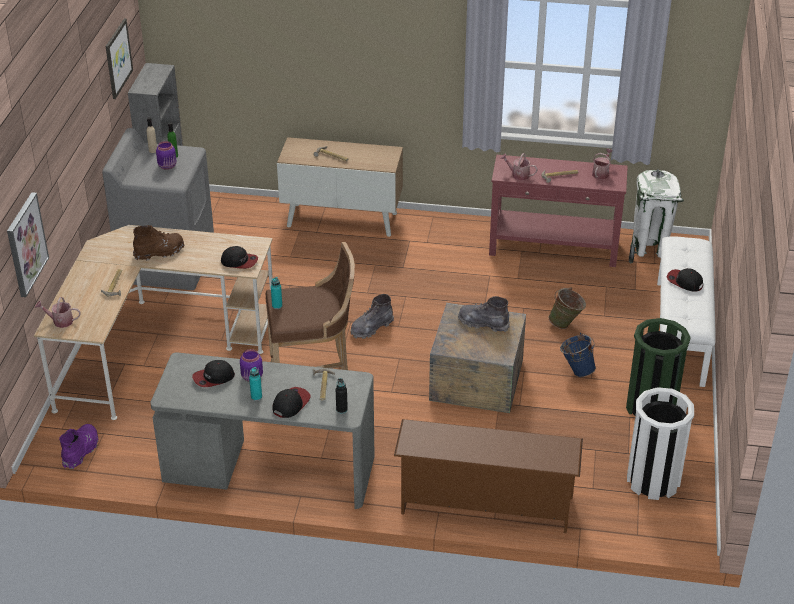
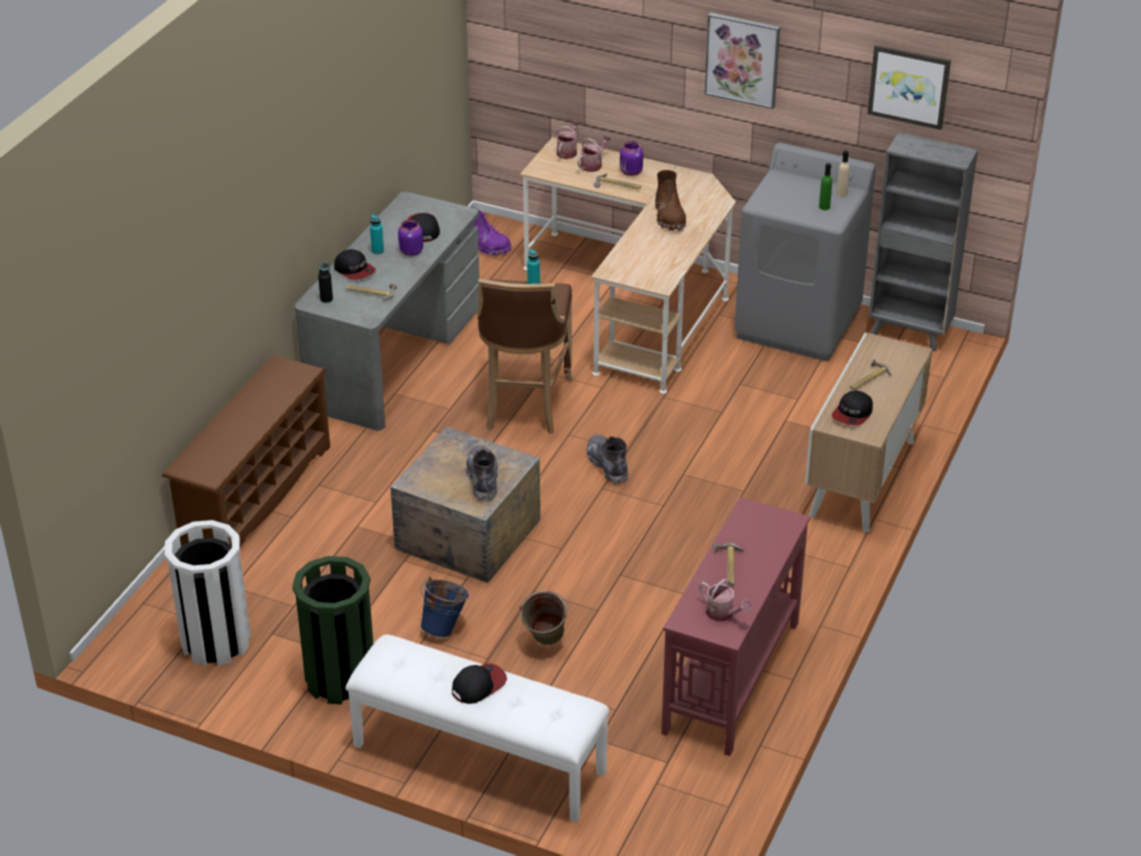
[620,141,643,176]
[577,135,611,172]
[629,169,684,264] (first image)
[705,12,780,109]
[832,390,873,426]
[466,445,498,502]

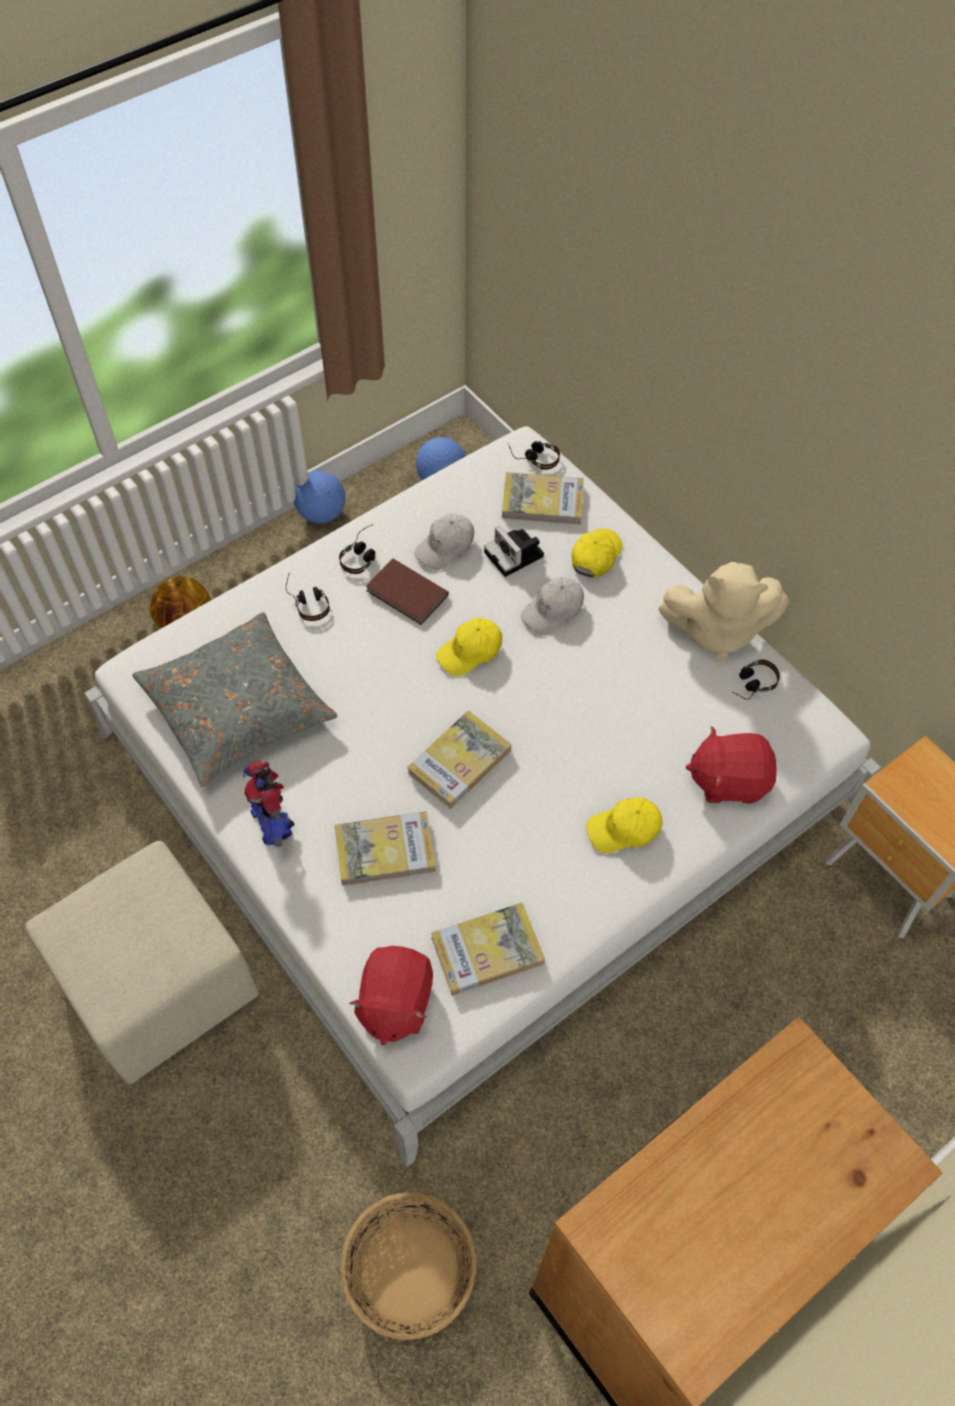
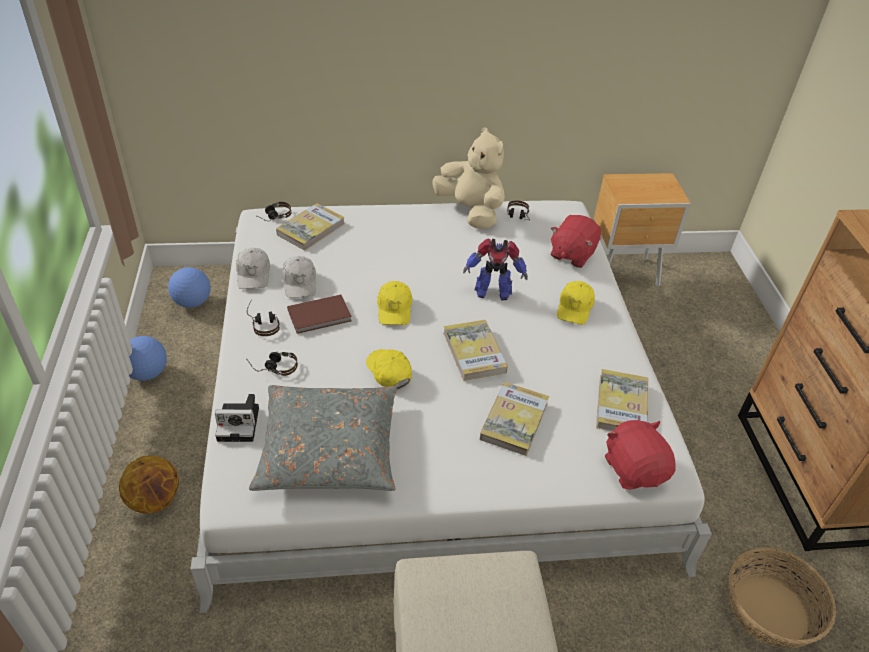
[215,394,259,442]
[366,349,412,390]
[432,127,505,229]
[236,248,270,289]
[463,239,528,300]
[605,420,675,490]

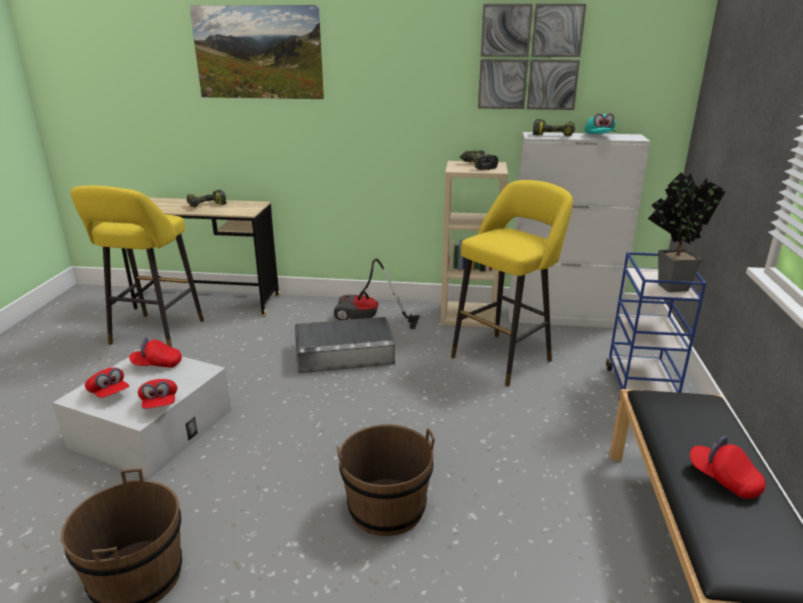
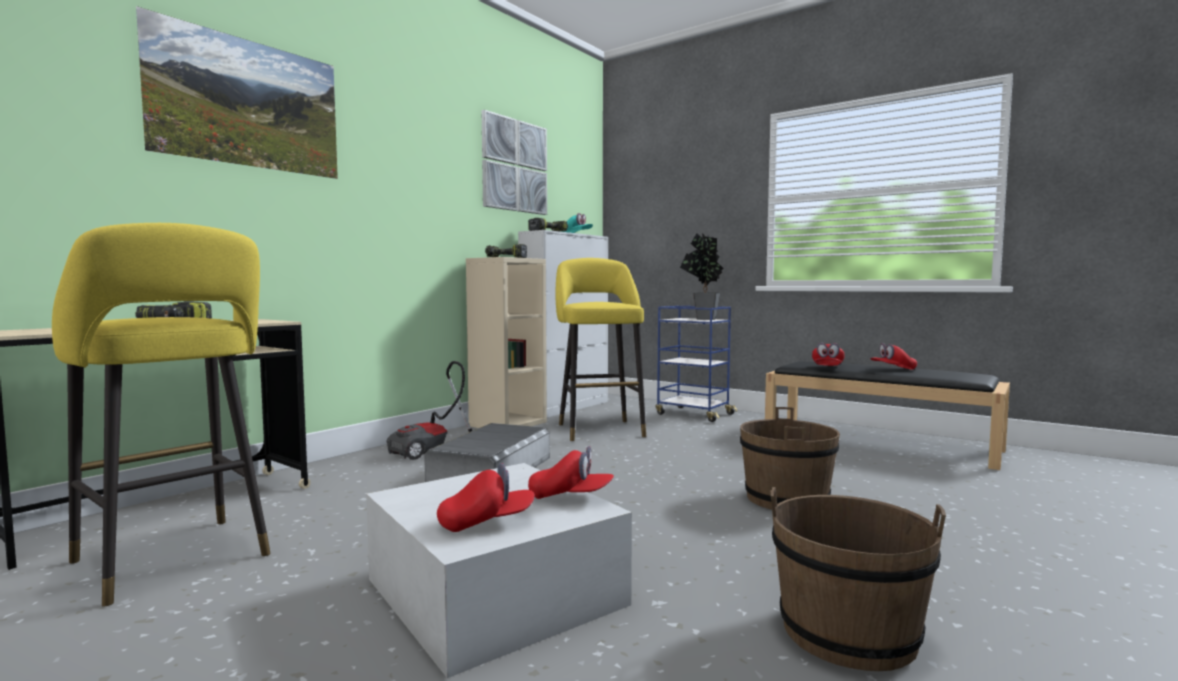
[812,343,845,366]

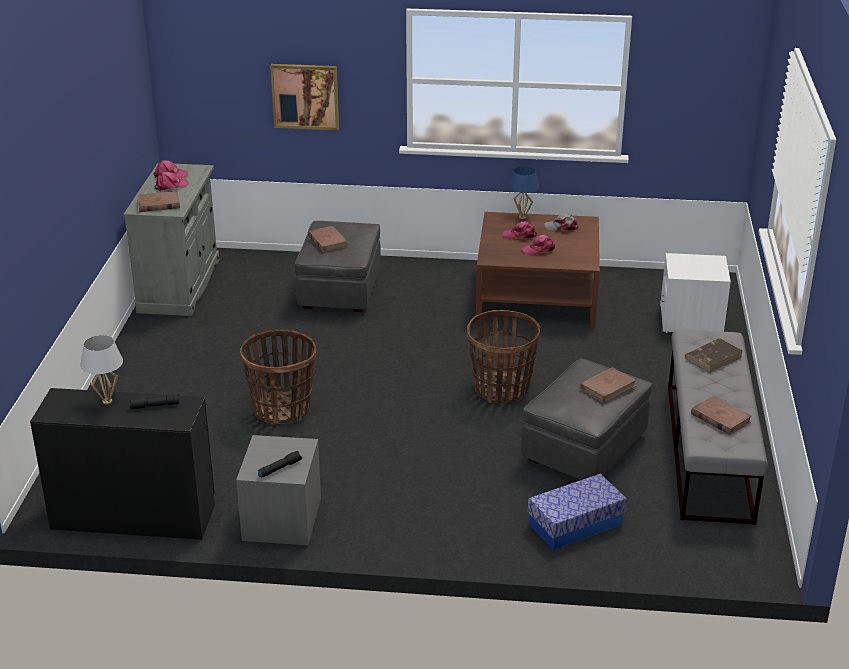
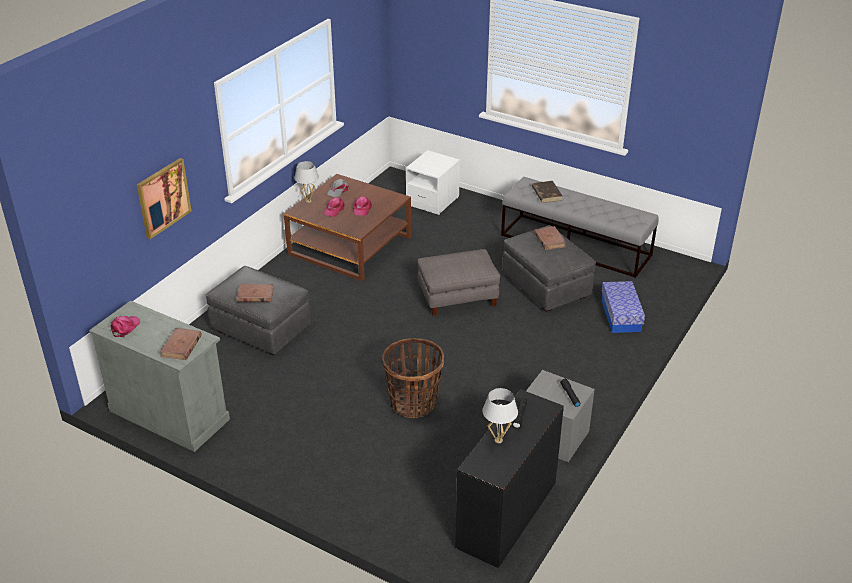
[294,161,319,203]
[155,172,189,191] (first image)
[418,249,500,316]
[691,396,752,435] (first image)

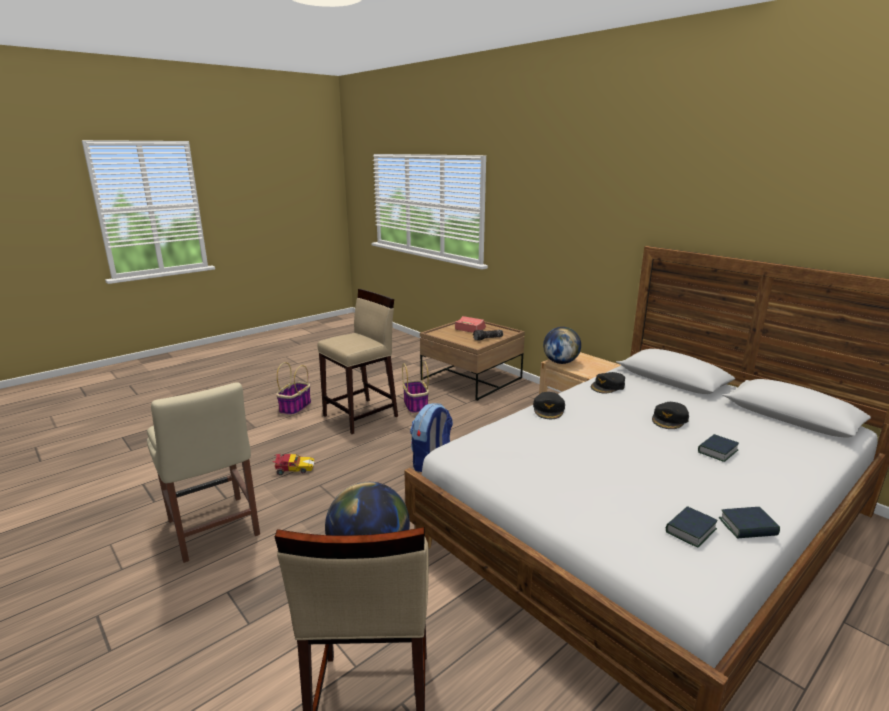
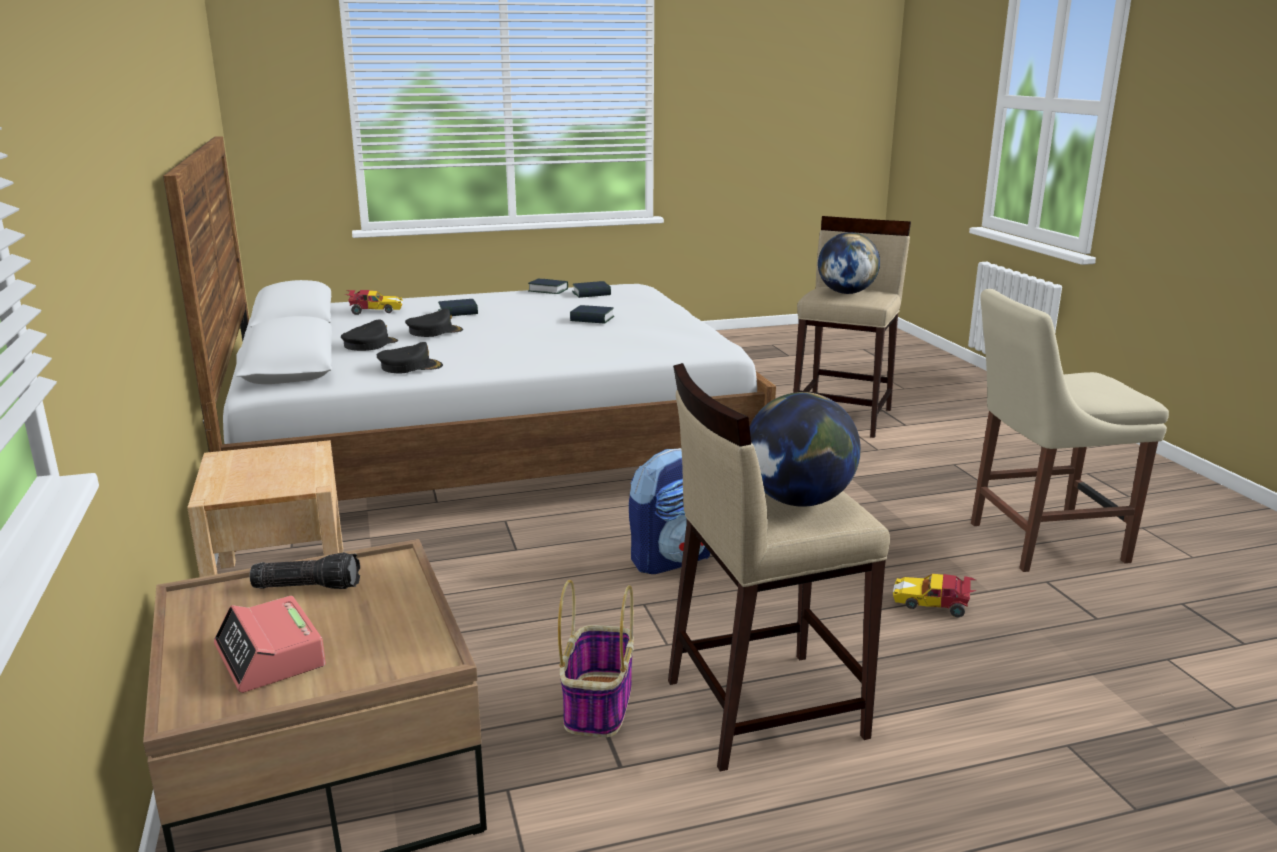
[750,392,861,507]
[276,362,311,415] (first image)
[971,289,1169,572]
[341,319,398,351]
[345,290,403,315]
[570,305,614,324]

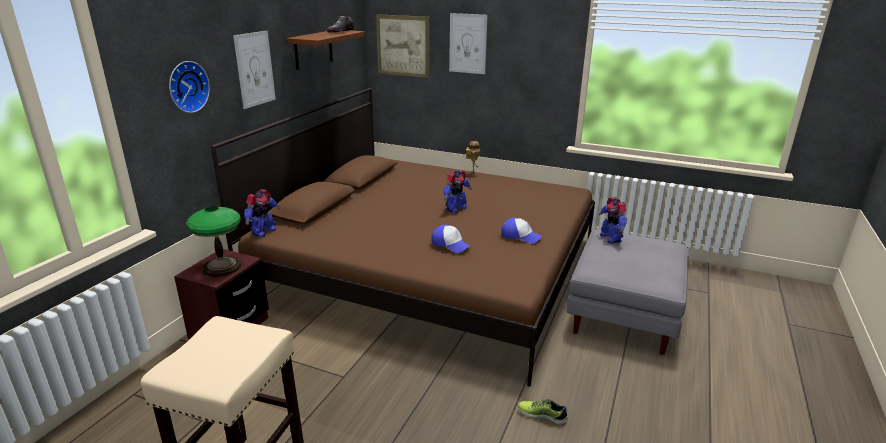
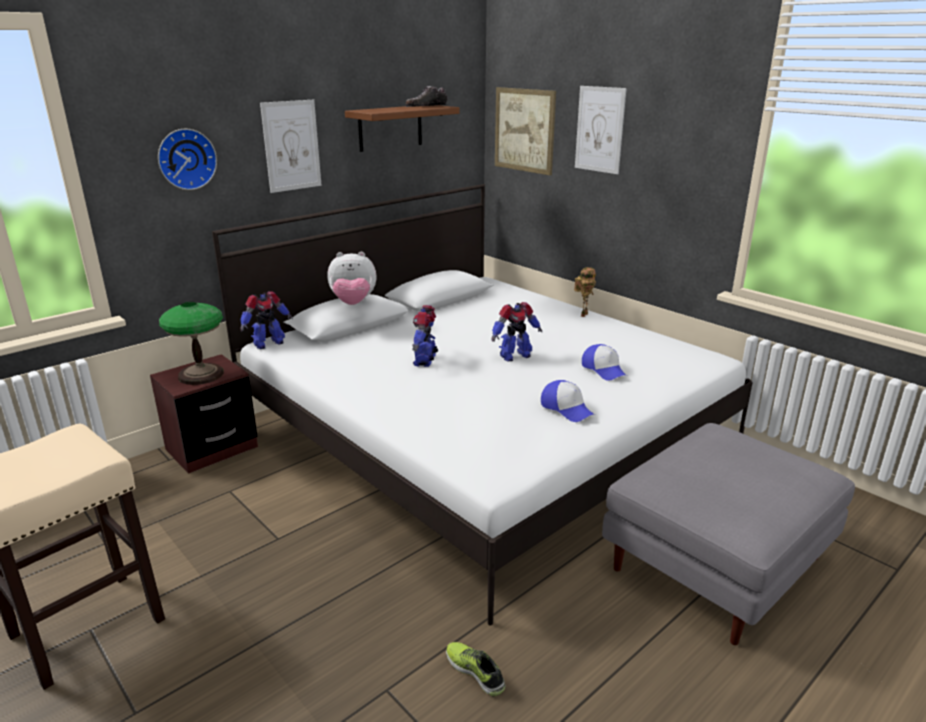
[212,184,753,626]
[412,305,438,367]
[582,344,627,381]
[327,252,377,305]

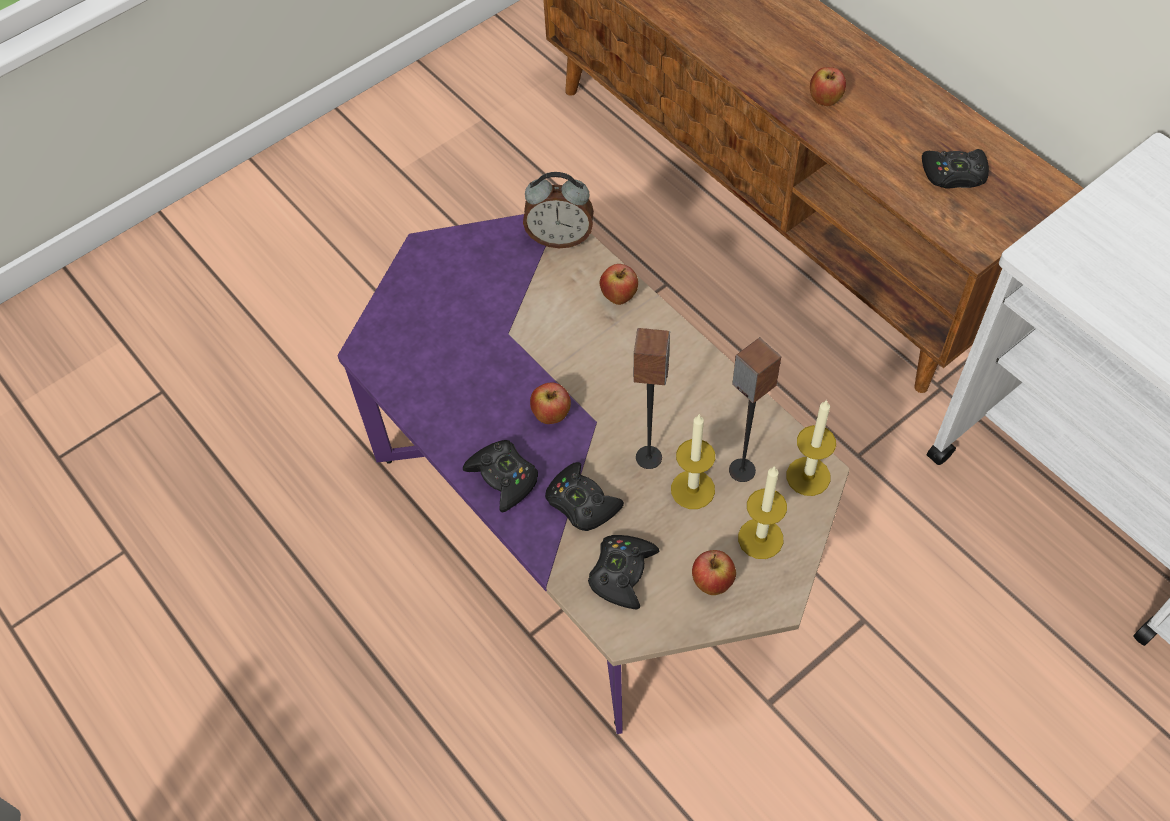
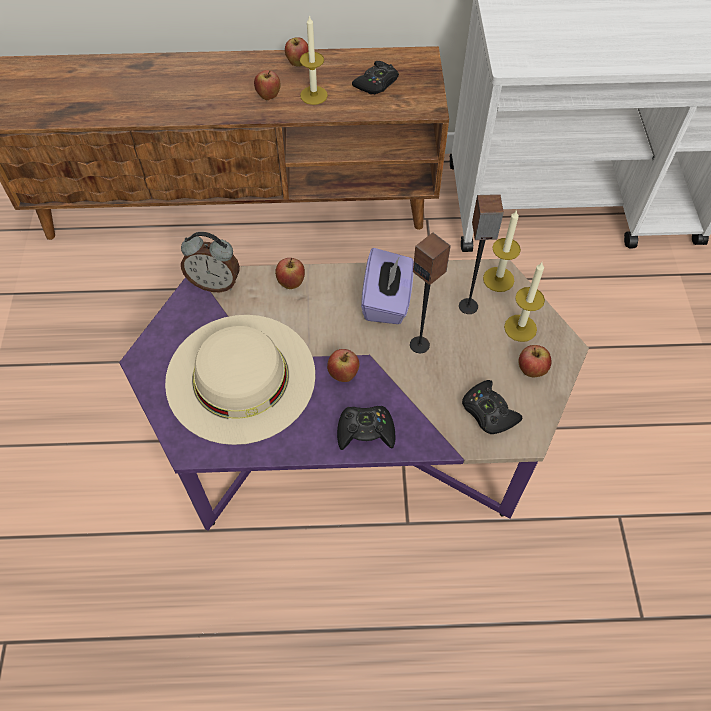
[181,232,240,292]
[300,15,328,105]
[545,462,624,531] (first image)
[285,37,308,67]
[361,248,414,324]
[165,315,315,445]

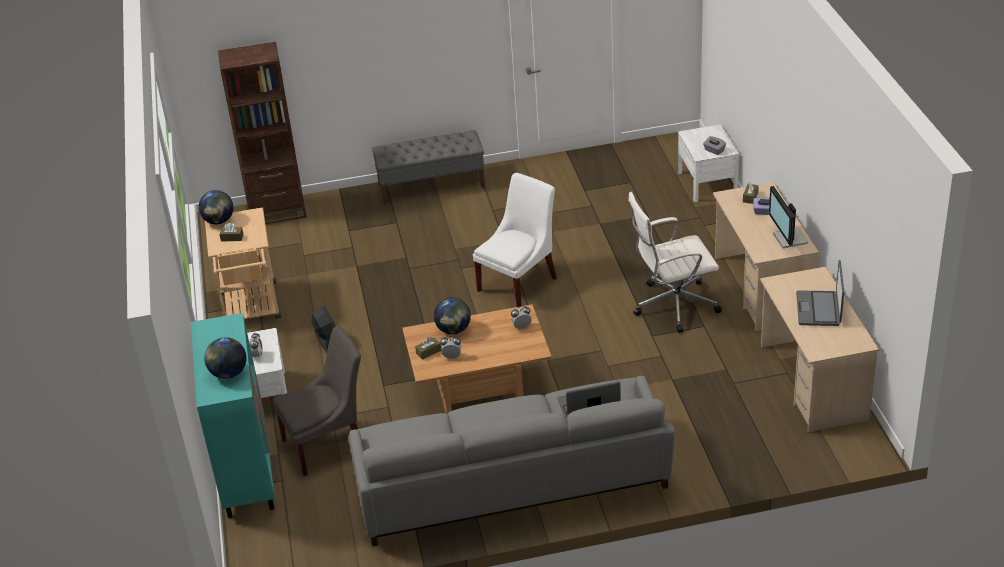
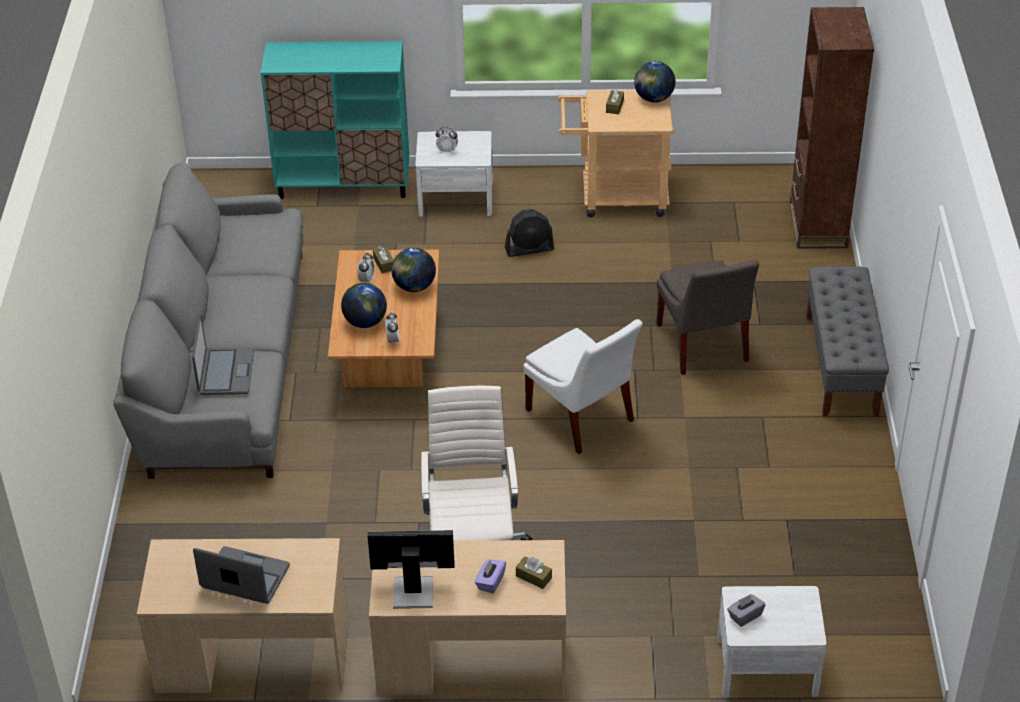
[656,260,759,375]
[341,283,387,328]

